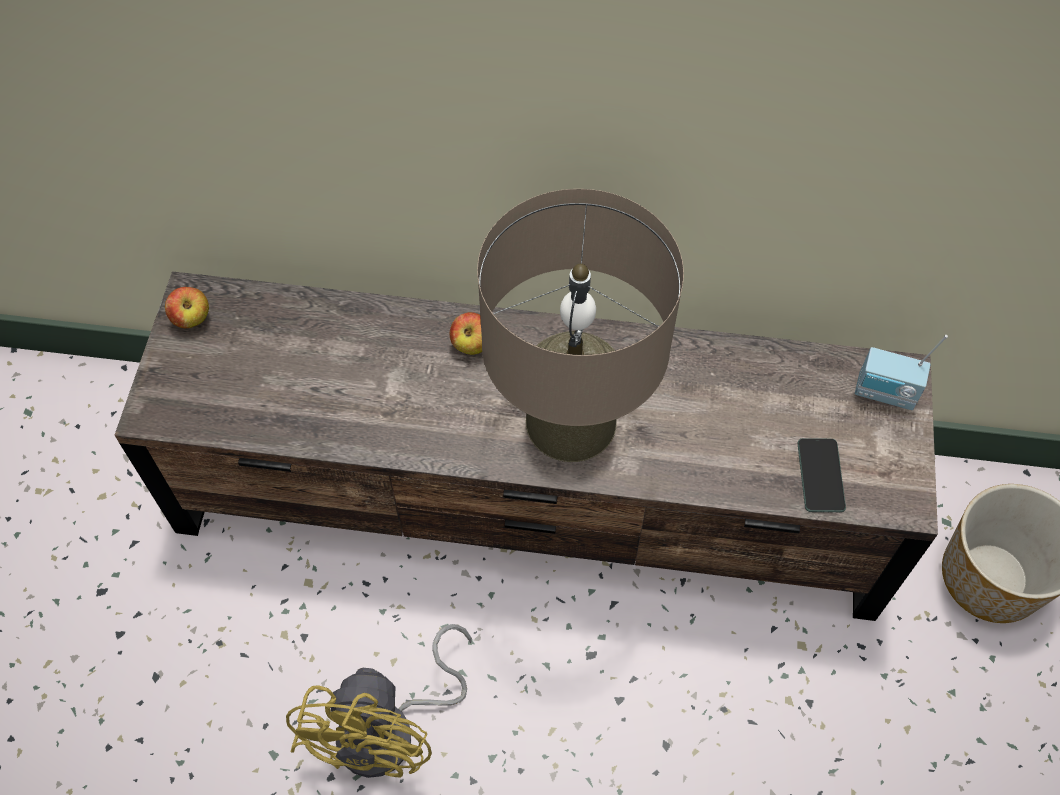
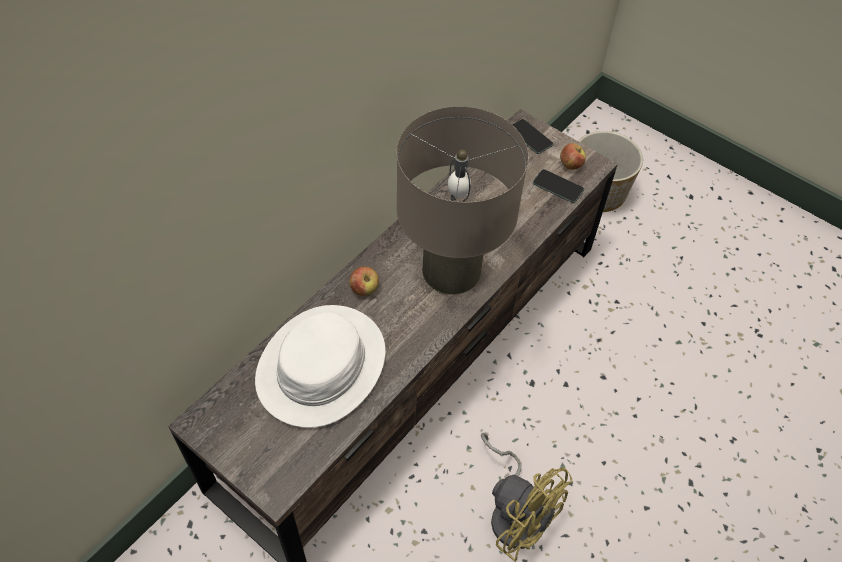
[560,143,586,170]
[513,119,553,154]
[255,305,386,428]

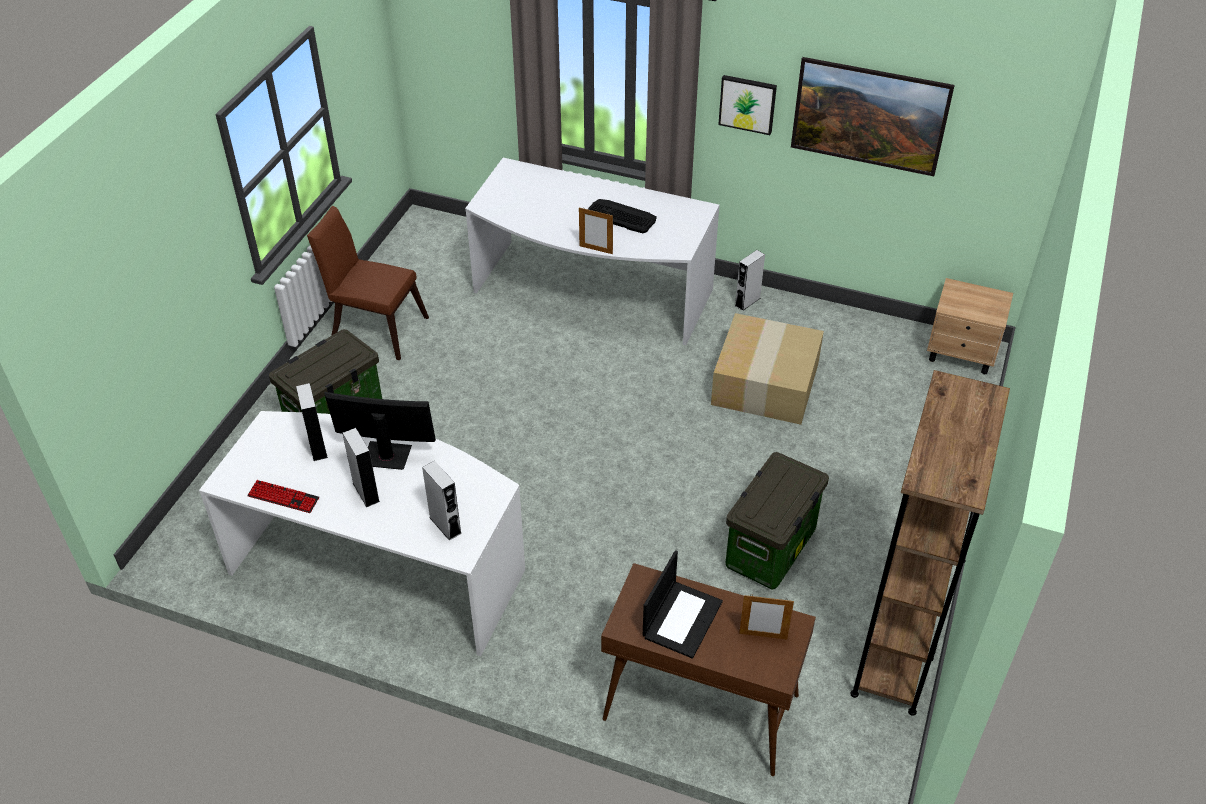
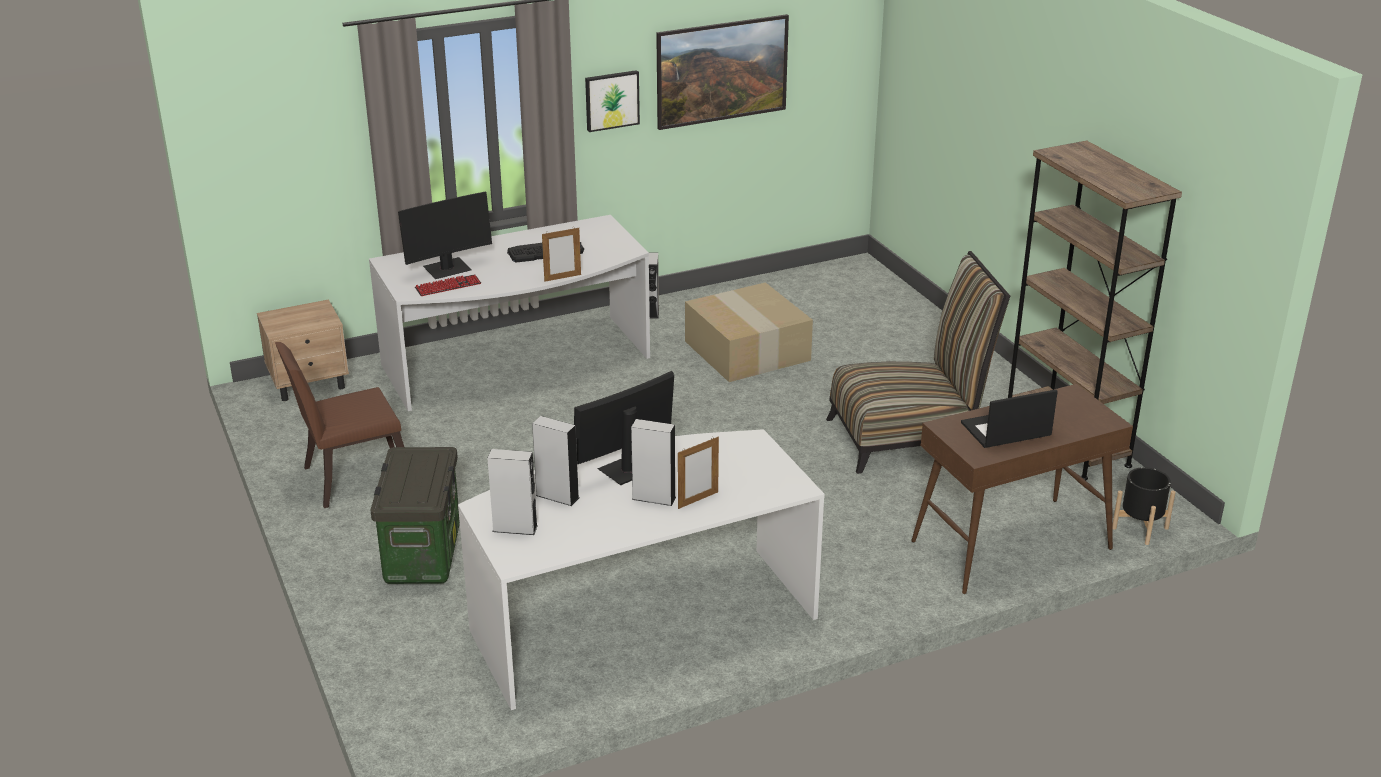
[257,299,349,401]
[826,251,1010,474]
[487,449,538,535]
[415,274,481,296]
[961,390,1058,448]
[678,437,719,509]
[398,191,492,279]
[1112,467,1176,545]

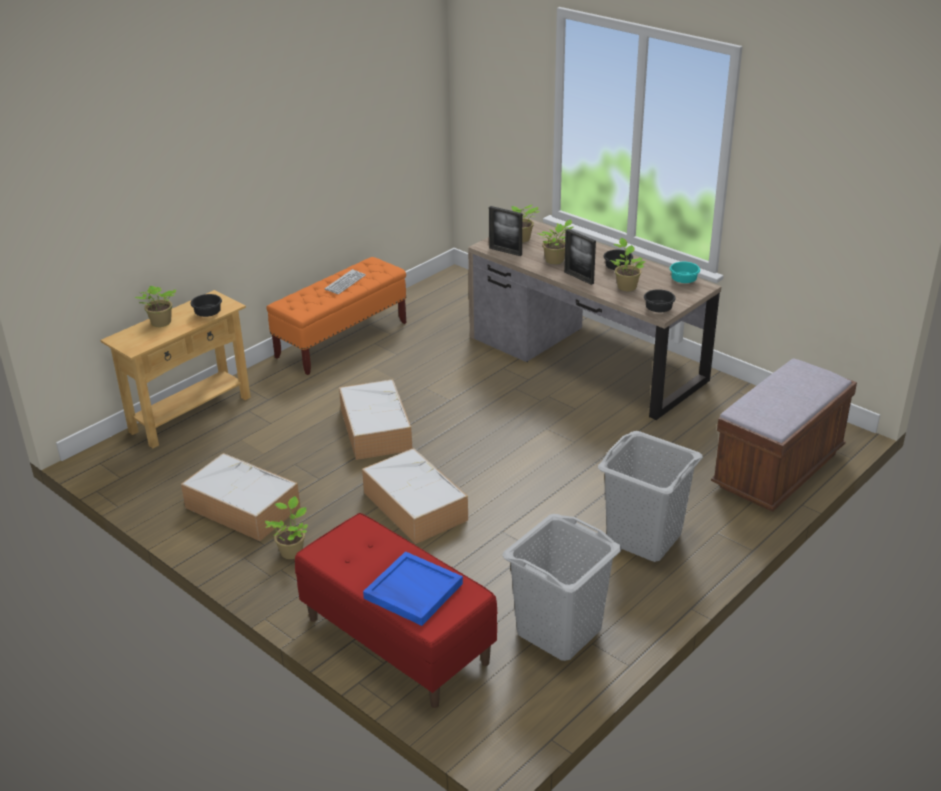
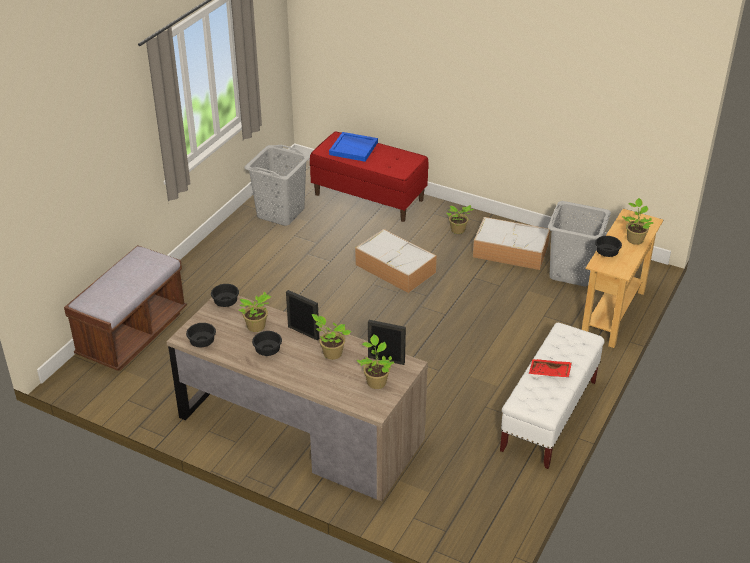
[500,323,605,469]
[186,323,216,347]
[529,359,572,377]
[339,379,412,460] (first image)
[548,201,611,286]

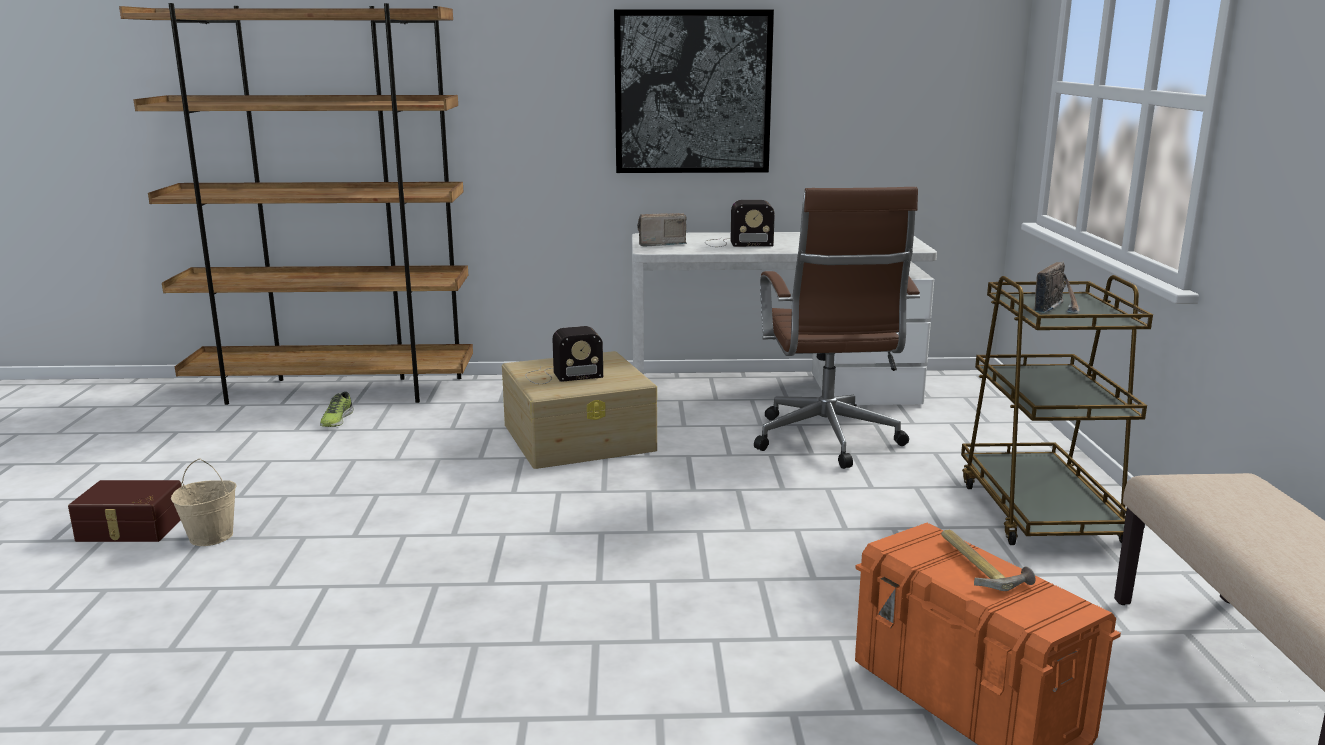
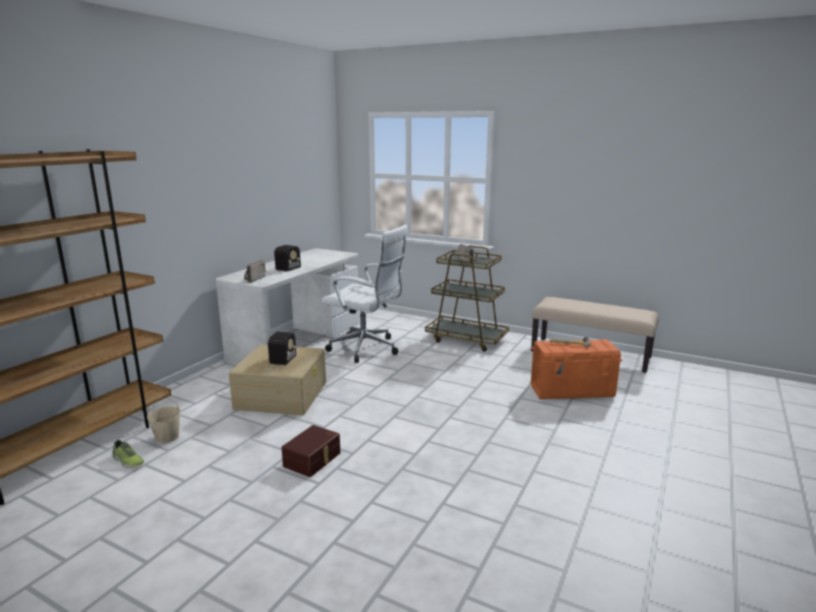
[614,9,774,173] (first image)
[321,225,408,363]
[147,397,180,443]
[281,425,340,477]

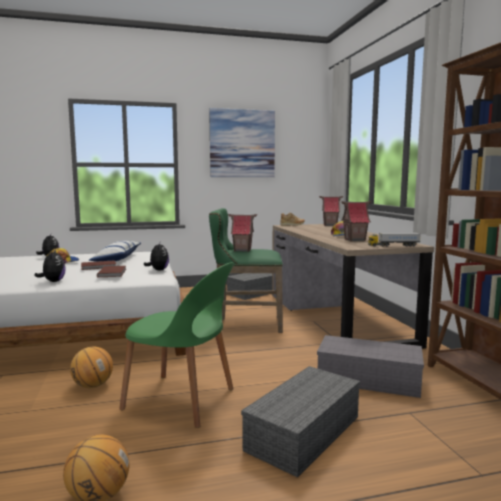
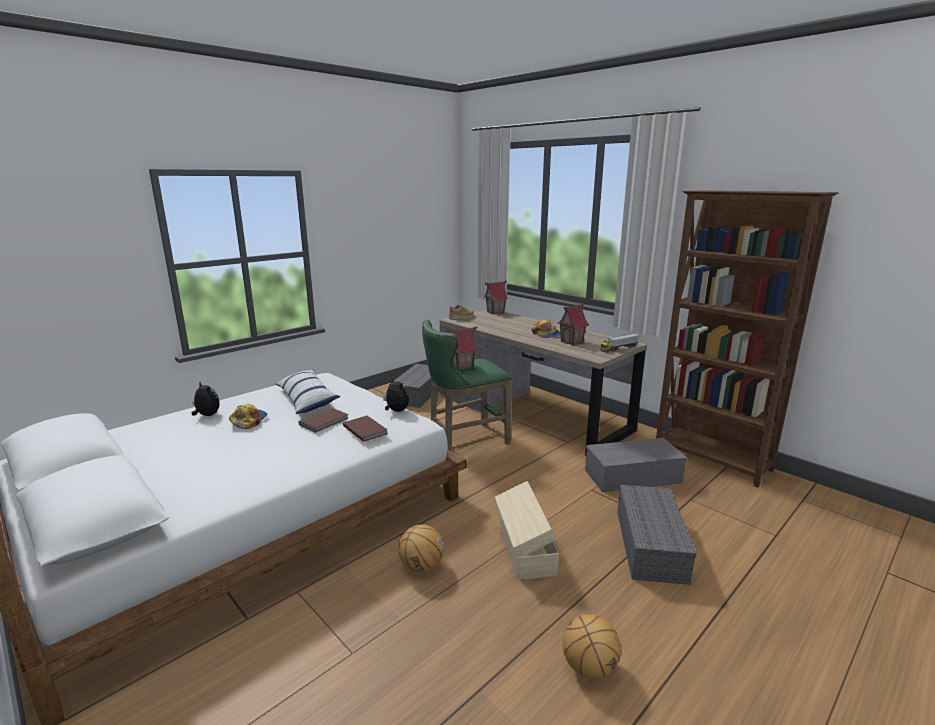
[209,108,275,177] (first image)
[35,249,66,282] (first image)
[495,481,559,580]

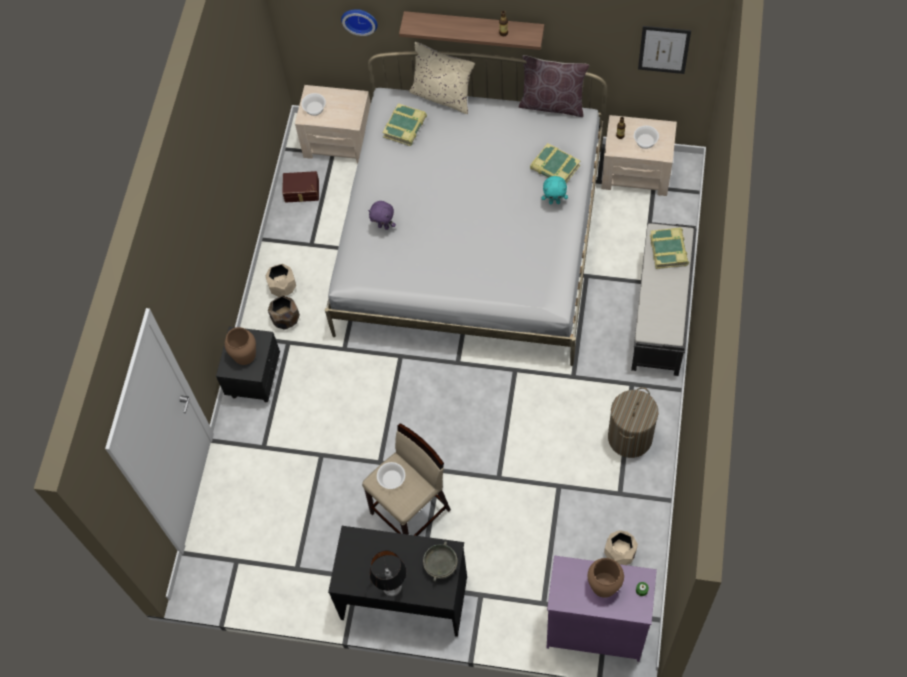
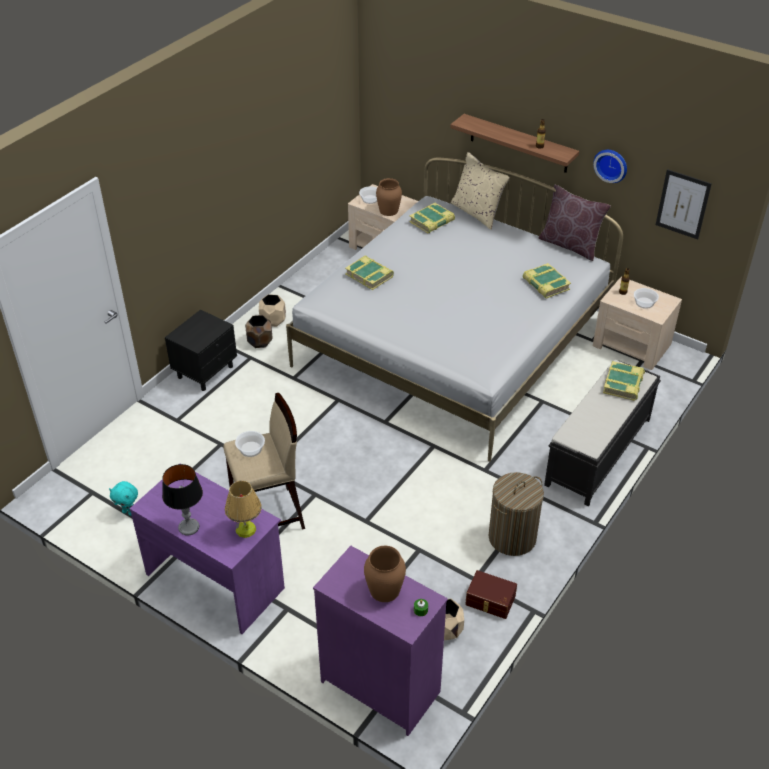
[593,150,627,183]
[465,570,517,619]
[109,481,138,516]
[345,256,394,290]
[376,178,402,216]
[130,472,285,634]
[225,481,262,538]

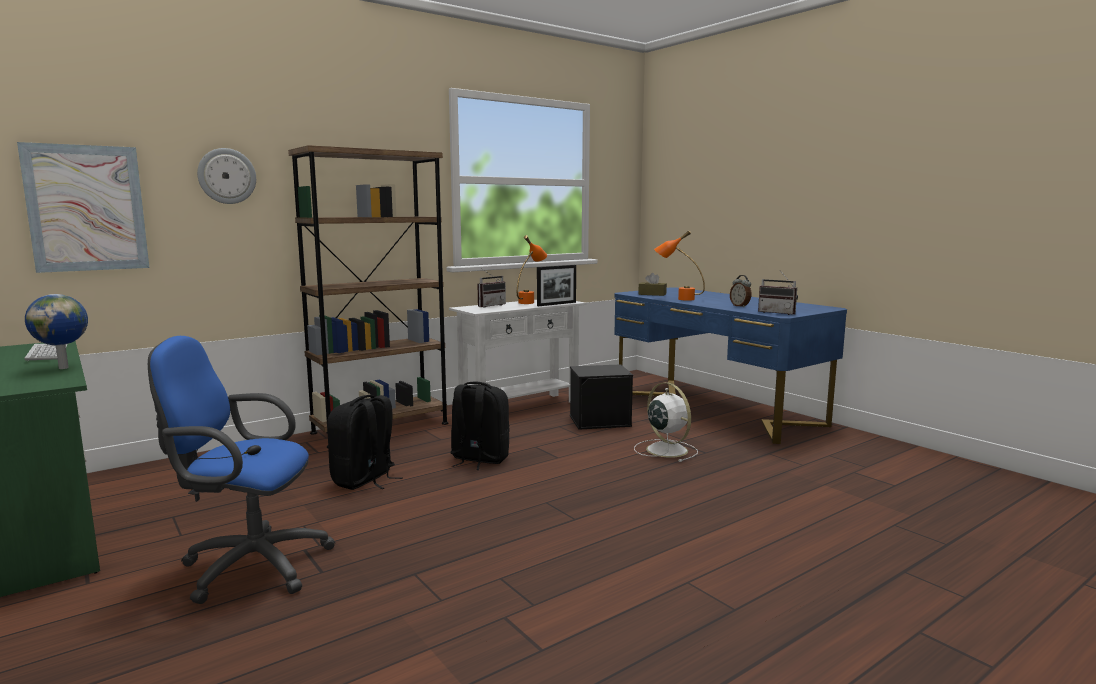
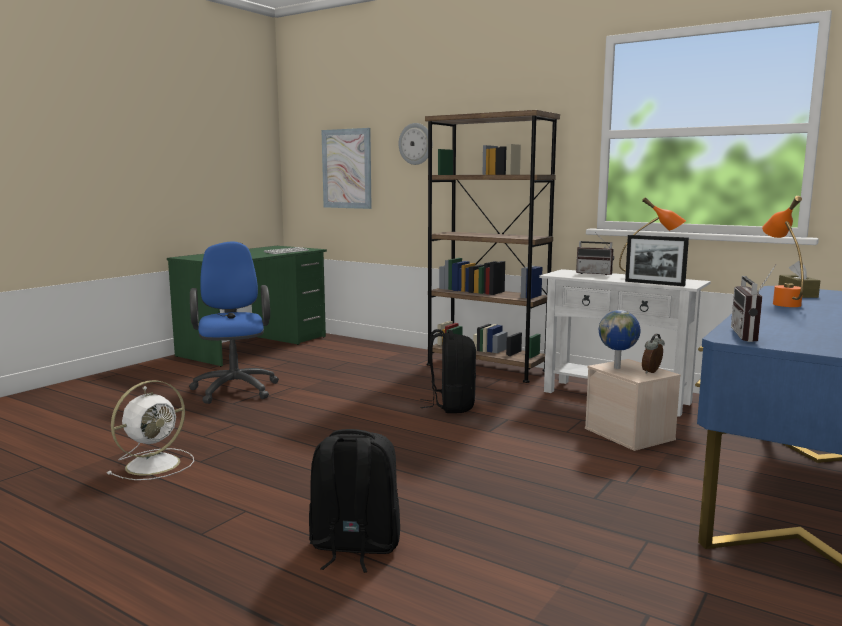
[642,334,665,374]
[599,310,641,369]
[585,359,681,451]
[107,380,194,480]
[309,429,400,573]

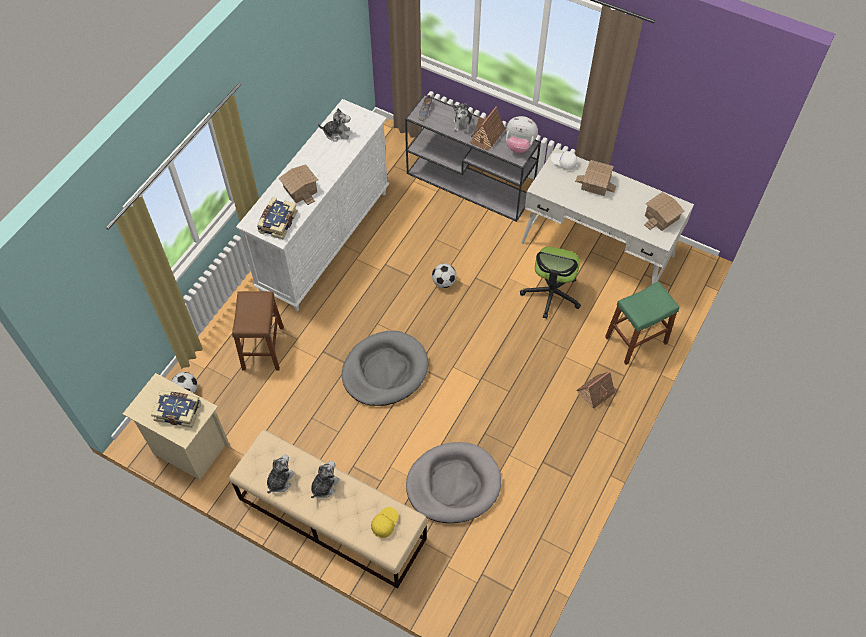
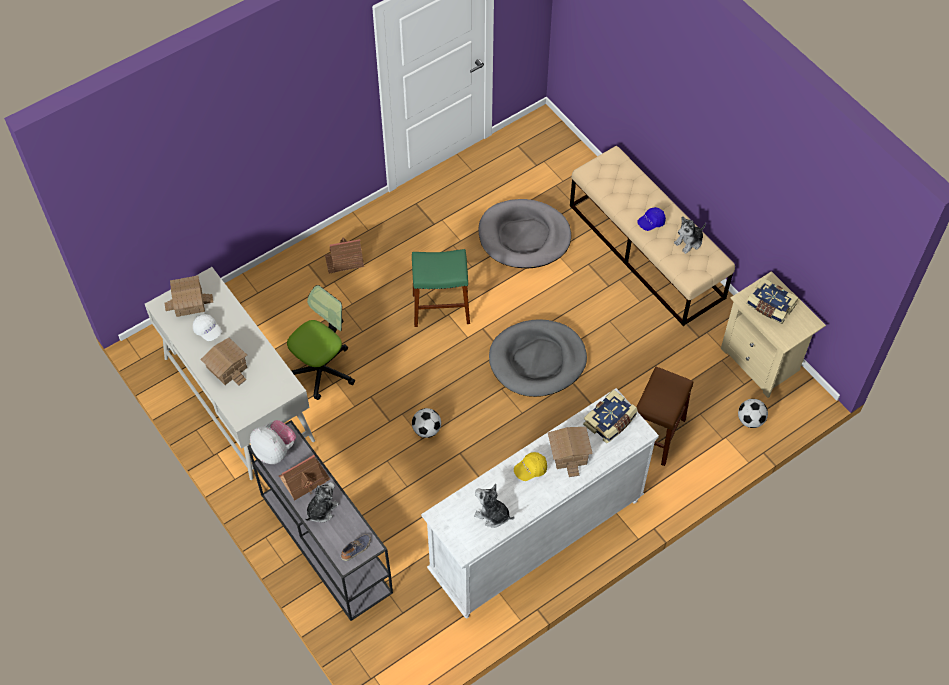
[193,314,222,341]
[412,249,470,327]
[637,207,666,231]
[514,452,547,481]

